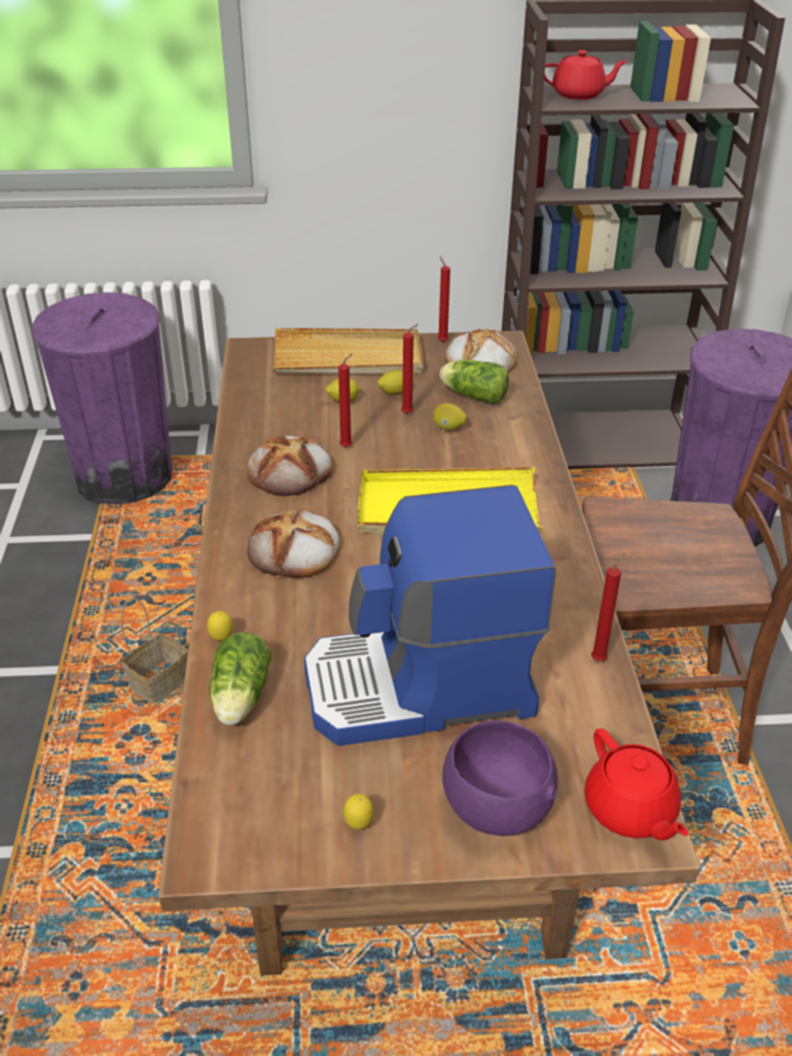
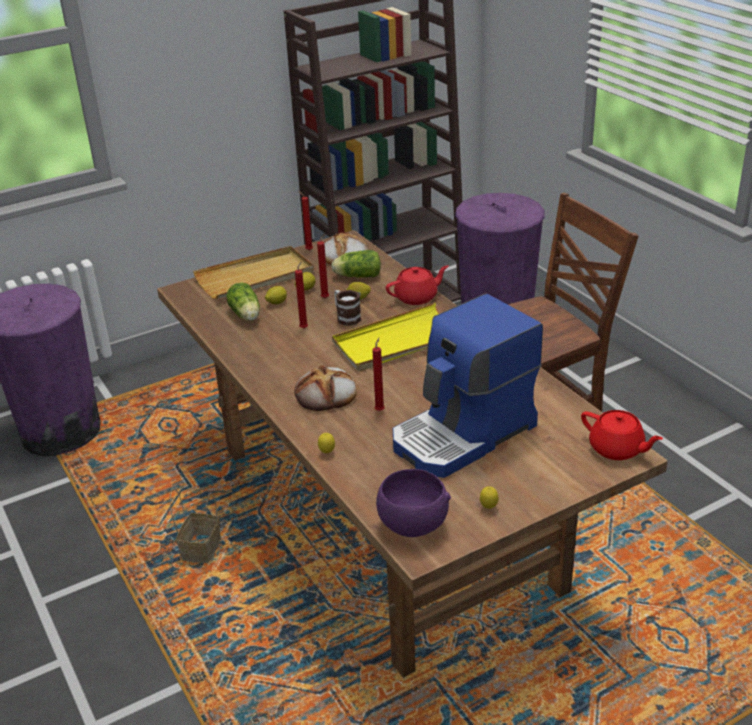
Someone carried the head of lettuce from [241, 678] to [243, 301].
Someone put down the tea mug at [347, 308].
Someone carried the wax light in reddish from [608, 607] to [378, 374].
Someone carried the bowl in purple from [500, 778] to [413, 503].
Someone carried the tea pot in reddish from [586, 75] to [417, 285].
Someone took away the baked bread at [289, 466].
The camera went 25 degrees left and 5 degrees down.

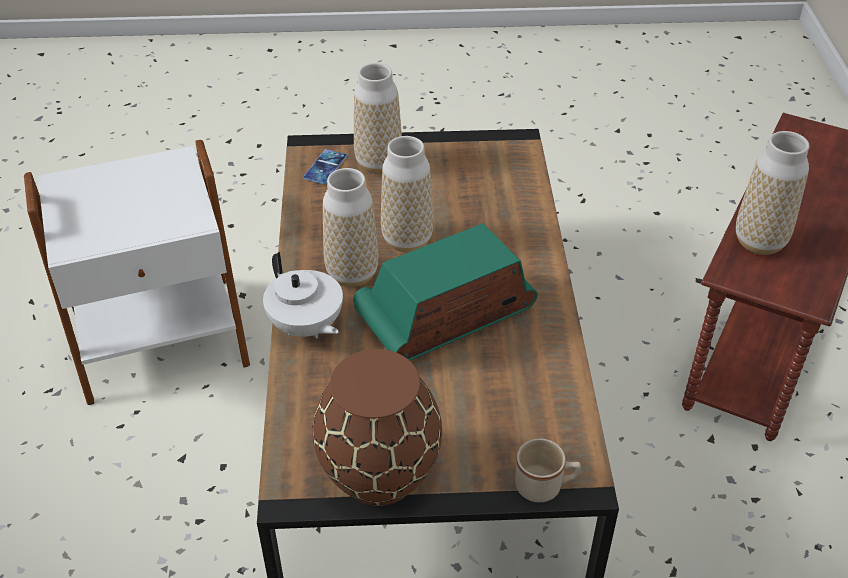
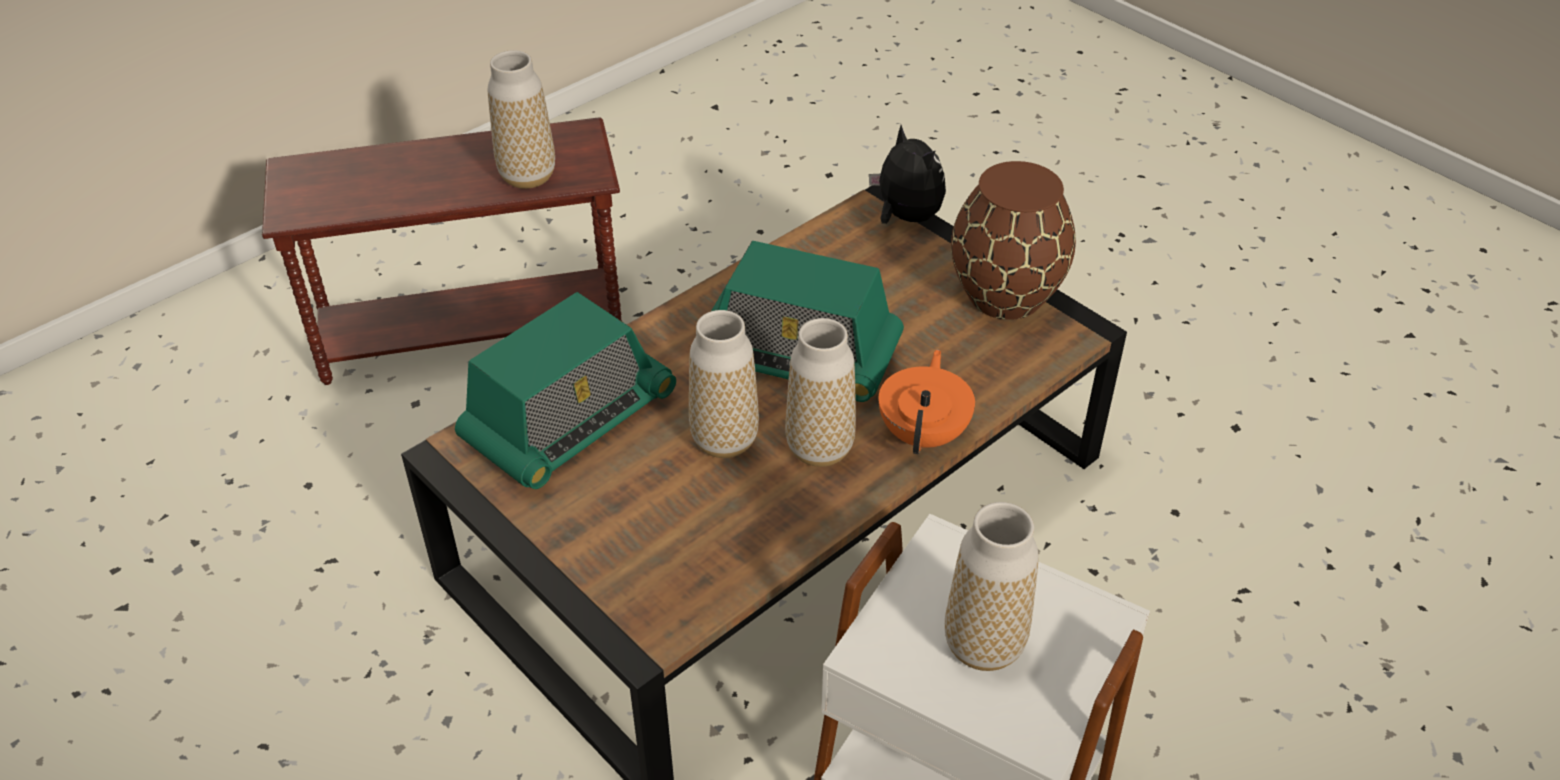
Someone put down the radio at [565, 390].
Someone swapped the tea mug in sand-coloured at [548, 470] for the plush toy at [907, 174].
Someone repainted the tea pot in whitish at [303, 295], which became the tea pot in orange-coloured at [926, 402].
Someone carried the flower vase from [378, 118] to [992, 586].
Someone took away the phone at [325, 166].
The camera went 130 degrees left and 0 degrees up.

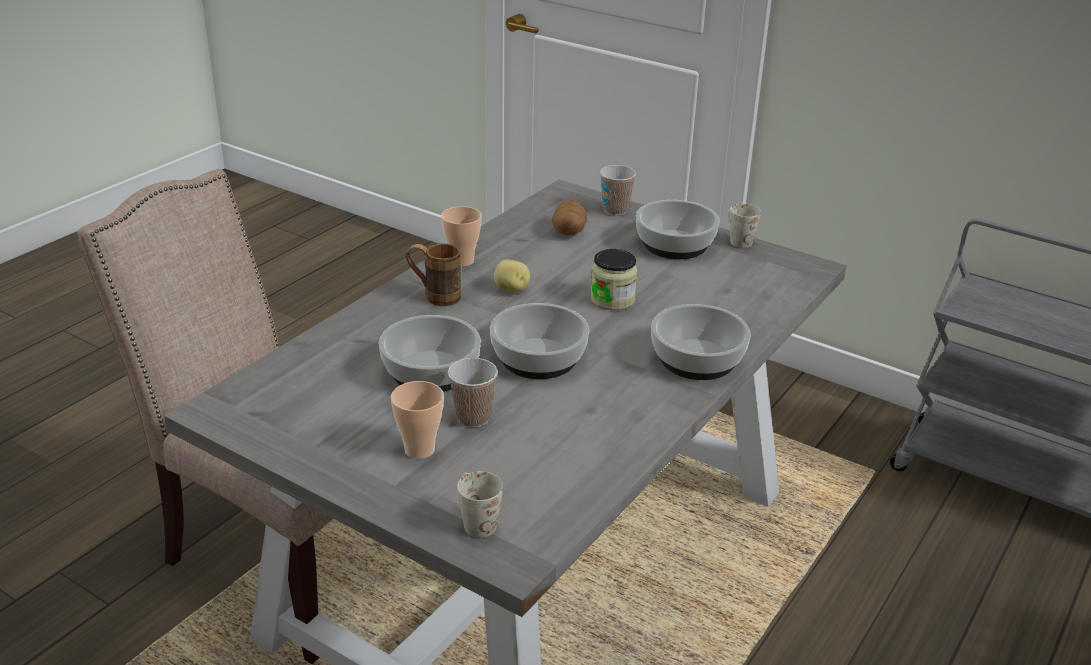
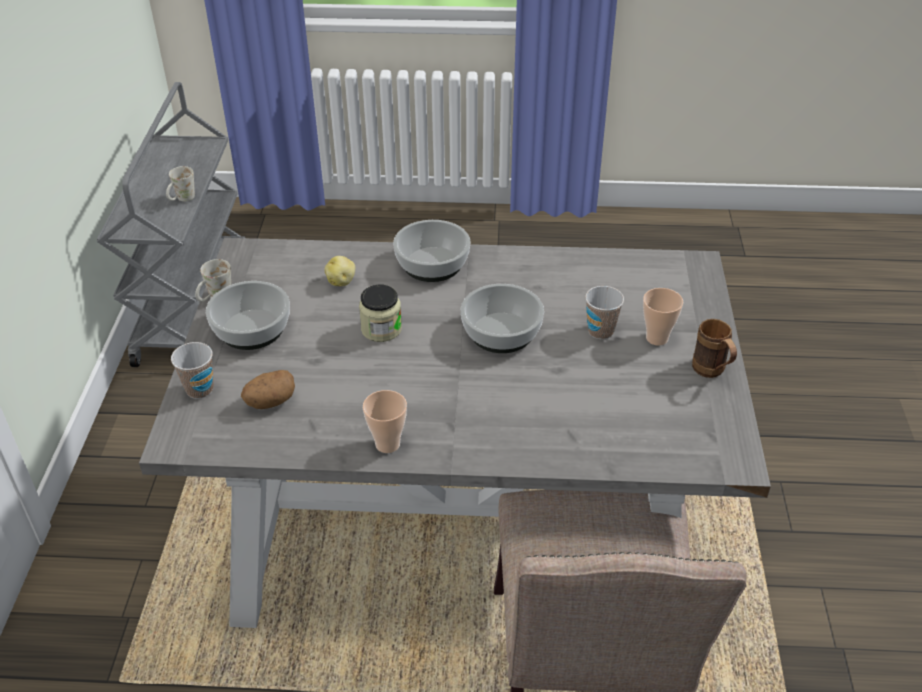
Someone carried the tea mug in whitish from [480, 504] to [180, 183].
Someone carried the potato from [512, 275] to [339, 271].
Someone carried the tea mug in brownish from [433, 274] to [714, 348].
Someone took away the bowl at [430, 353].
The camera went 120 degrees left and 10 degrees up.

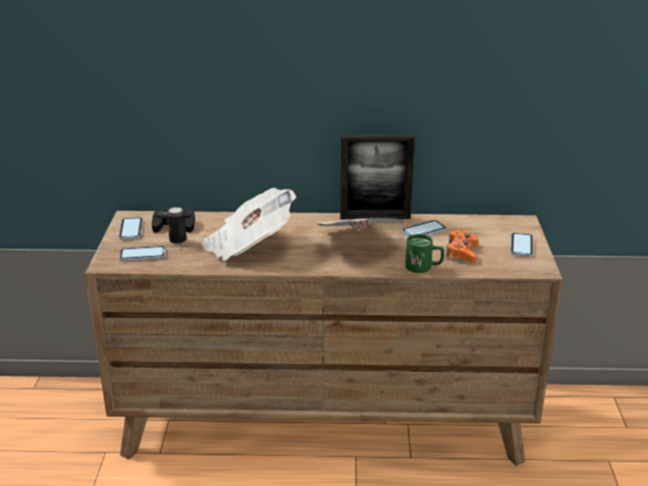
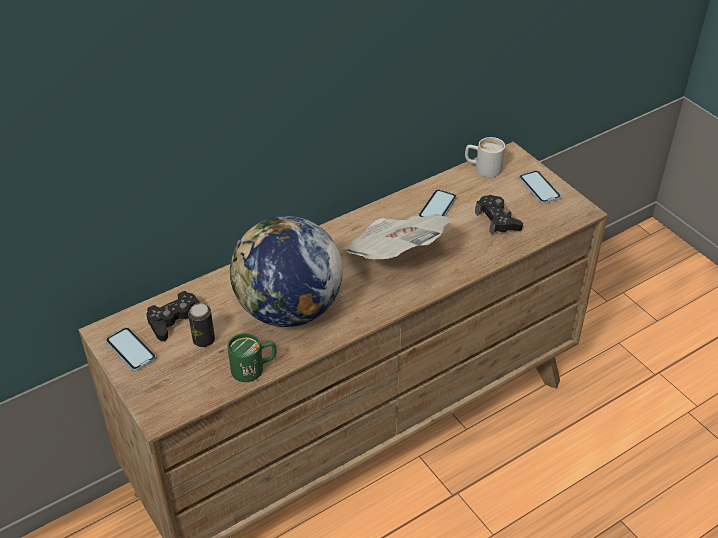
Someone carried the tea mug in green-coloured from [424, 253] to [251, 357].
Someone swapped the newspaper at [248, 224] for the desk globe at [286, 271].
Someone put down the tea mug in whitish at [485, 157].
Someone repainted the gamepad in orange-coloured at [462, 246], which became the gamepad in blackish at [499, 215].
Someone took away the phone at [142, 253].
Someone took away the standing frame at [377, 176].
The camera went 35 degrees left and 15 degrees up.

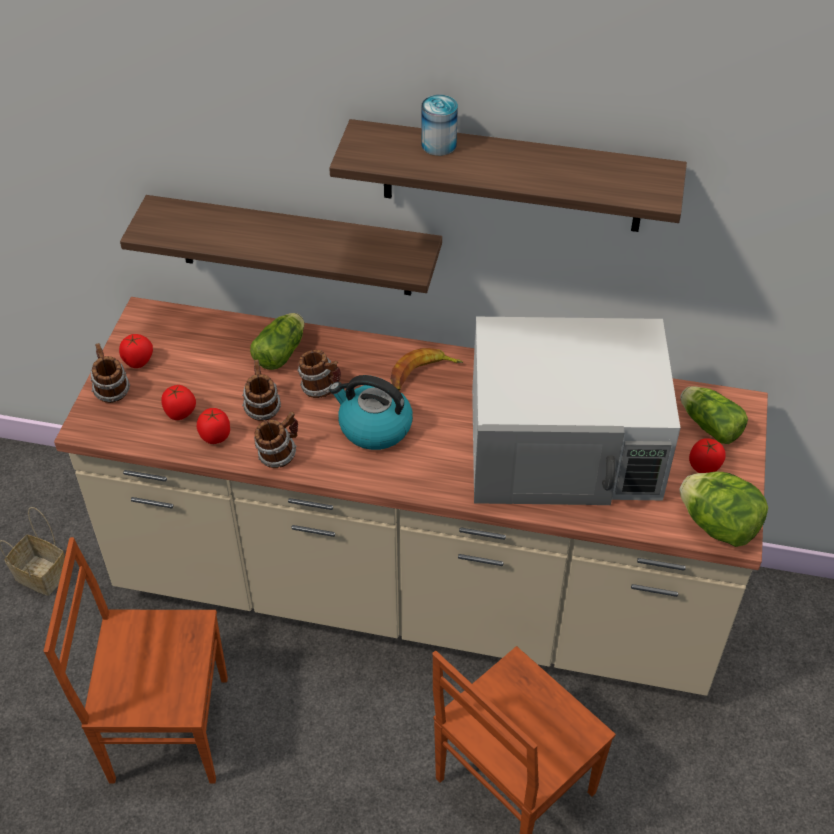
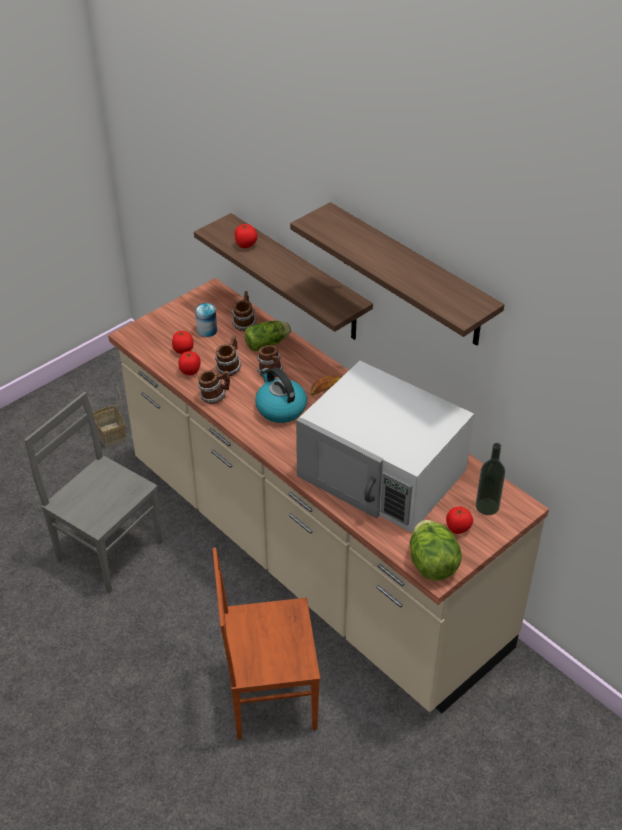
Someone repainted the plain chair in brownish at [136, 660], which became the plain chair in grey at [93, 492].
Someone carried the sealed can from [439, 125] to [206, 320].
Someone carried the tea mug from [110, 373] to [244, 311].
Someone carried the fresh tomato from [136, 351] to [246, 236].
Someone swapped the head of lettuce at [714, 415] for the beverage bottle at [490, 479].
The camera went 35 degrees right and 5 degrees down.

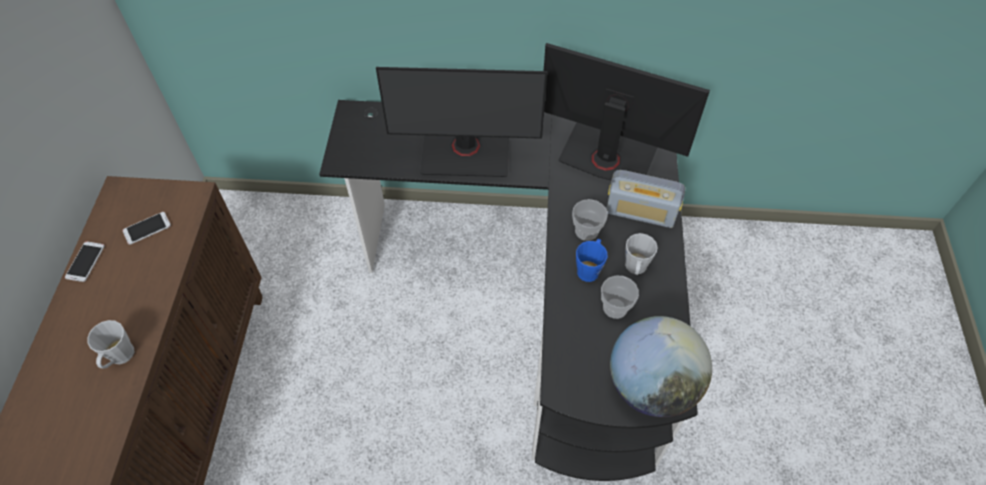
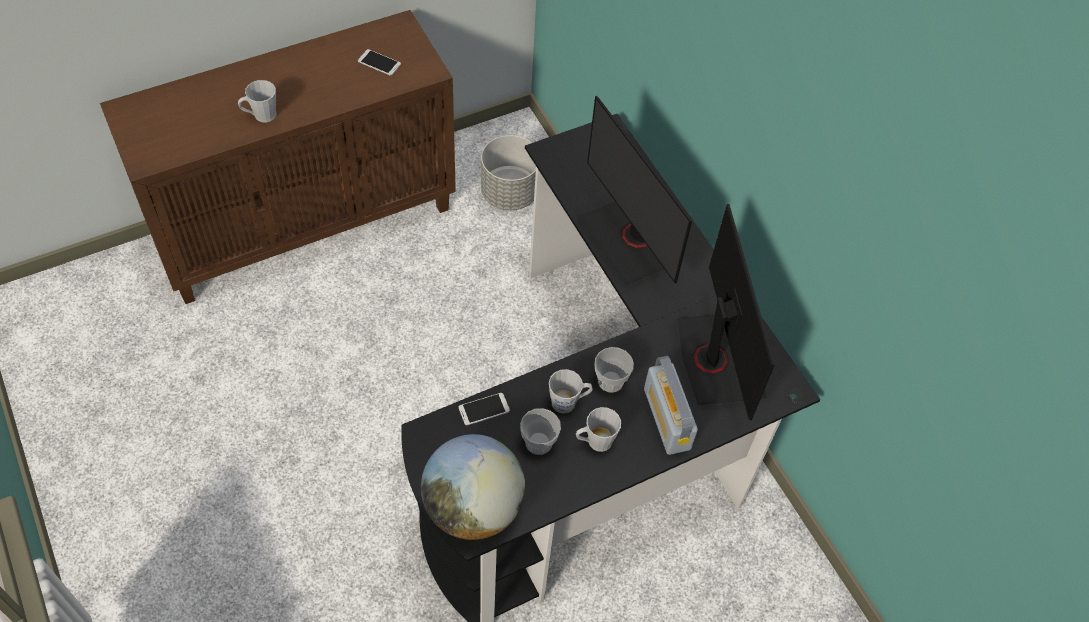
Someone carried the phone from [85, 261] to [484, 409].
Someone put down the planter in grey at [508, 172].
Someone repainted the tea mug in bluish at [591, 260], which became the tea mug in grey at [571, 391].
The camera went 55 degrees right and 0 degrees up.

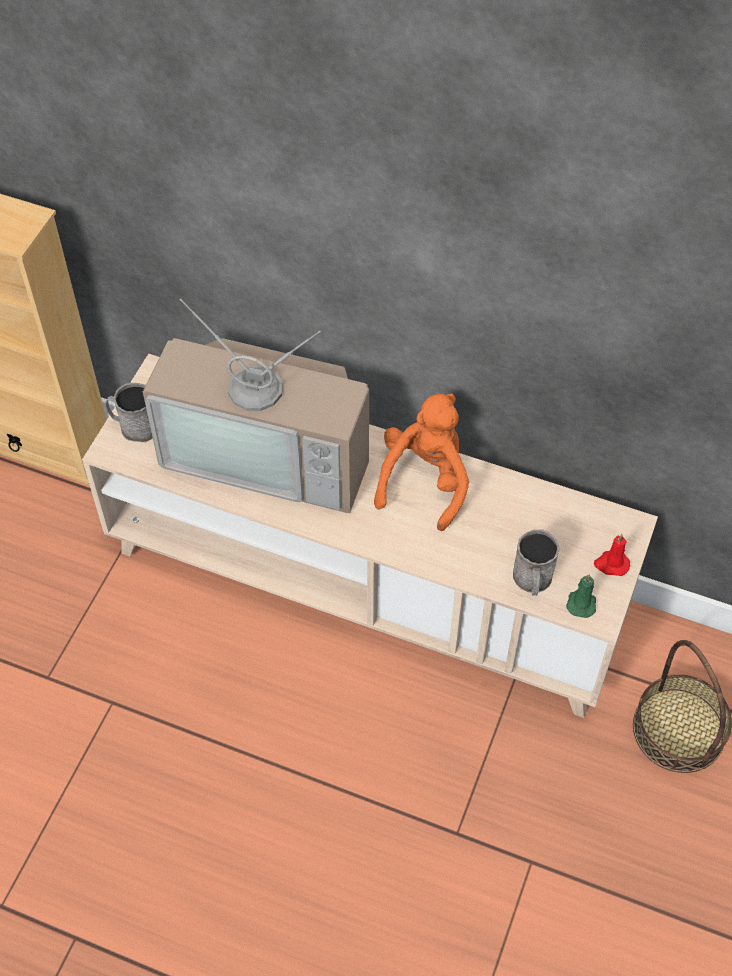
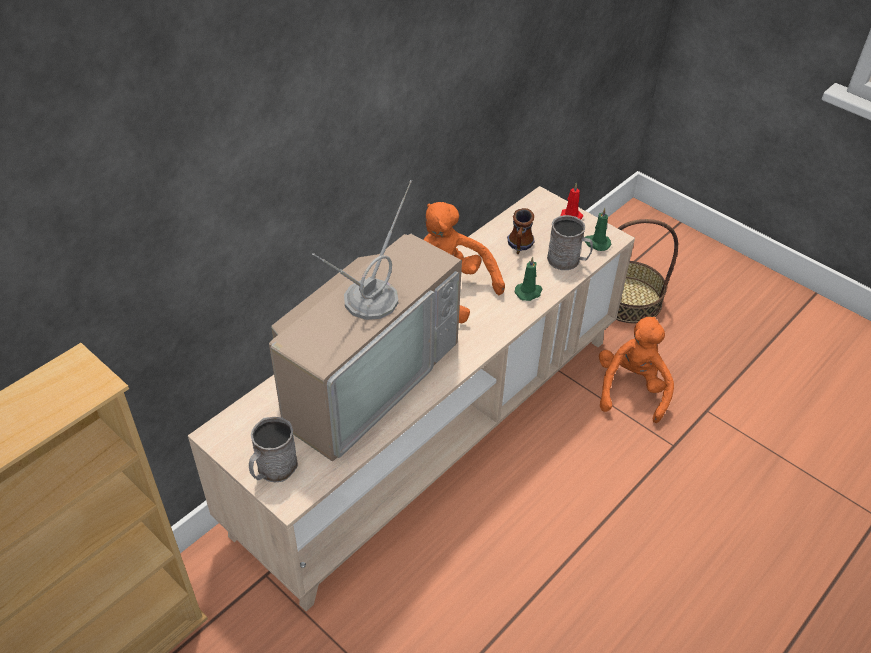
Someone put down the tea mug at [521, 231].
Someone put down the wax light in green-coloured at [529, 279].
Someone put down the plush toy in orange-coloured at [636, 370].
The camera went 70 degrees left and 10 degrees down.

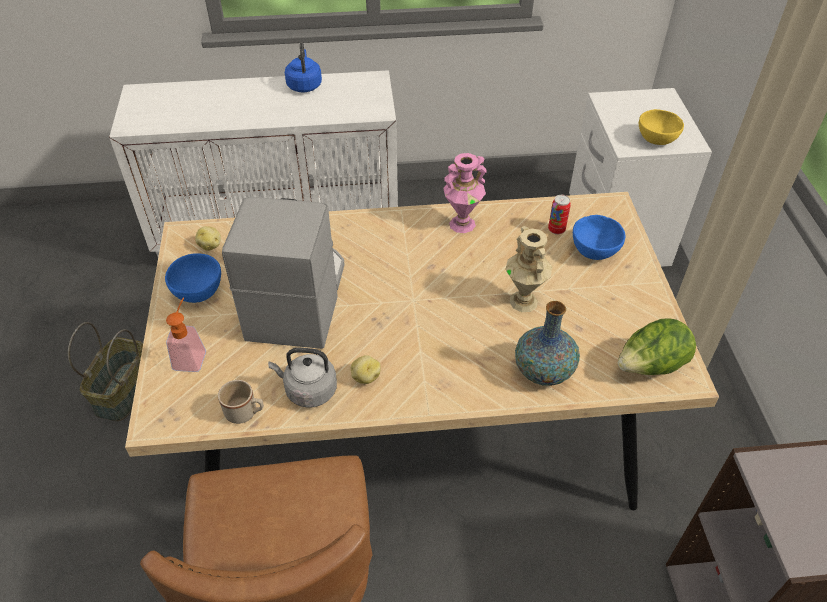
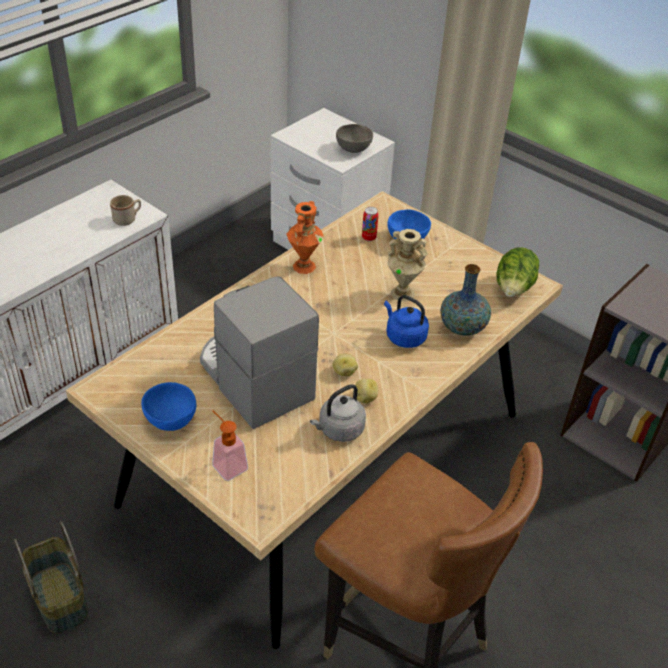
Someone carried the tea mug in sand-coloured from [241, 402] to [125, 210].
Someone repainted the flower vase in pinkish at [464, 193], which became the flower vase in orange-coloured at [305, 237].
Someone carried the potato from [208, 238] to [345, 364].
Someone repainted the bowl in yellowish at [661, 127], which became the bowl in grey at [354, 138].
Someone carried the water kettle in bluish from [303, 67] to [406, 321].
The camera went 45 degrees left and 5 degrees down.

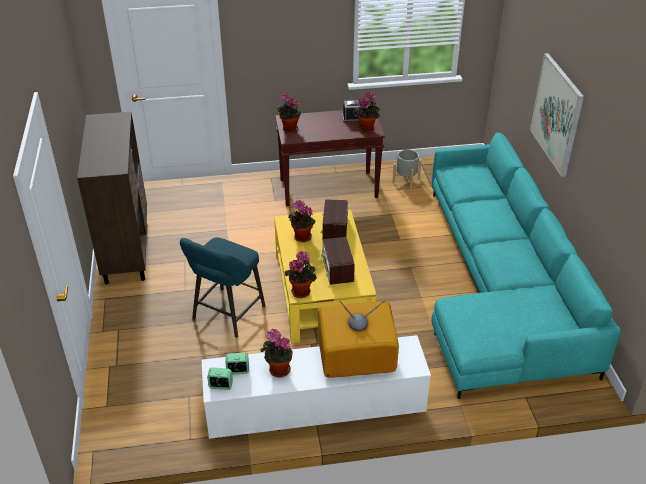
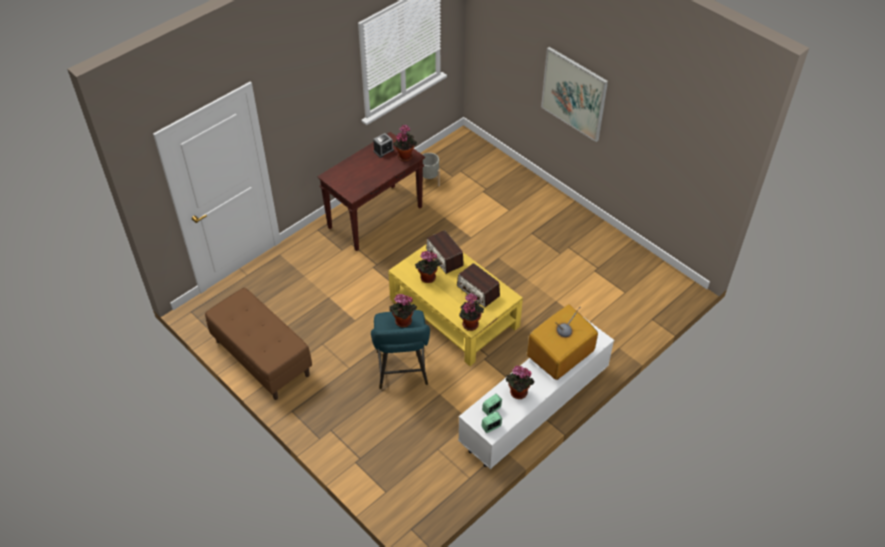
Someone swapped the storage cabinet in brownish at [112, 198] for the bench in brownish at [258, 343].
Someone carried the houseplant from [289, 113] to [403, 310].
Someone took away the sofa in turquoise at [526, 265].
The camera went 35 degrees left and 10 degrees up.

